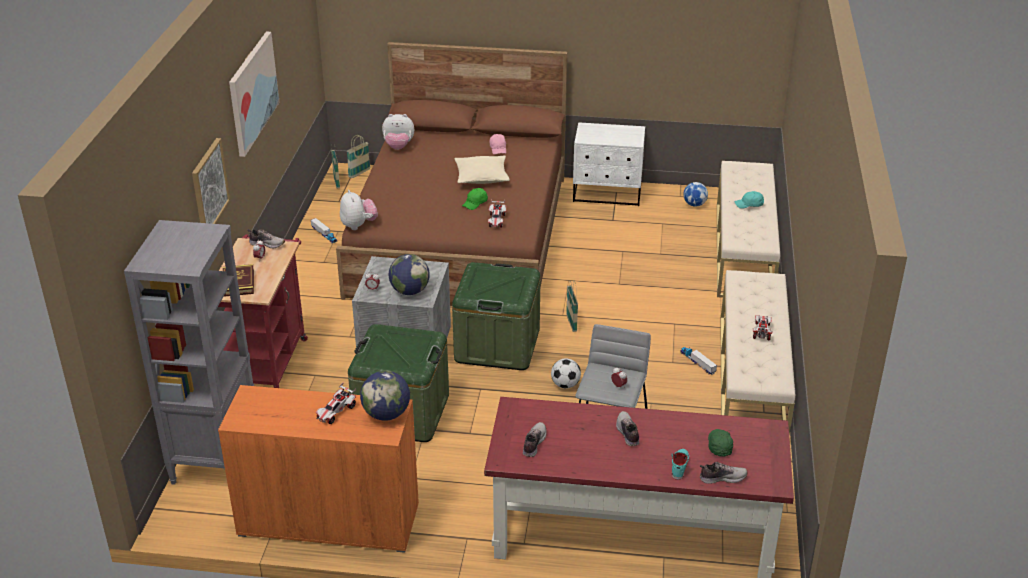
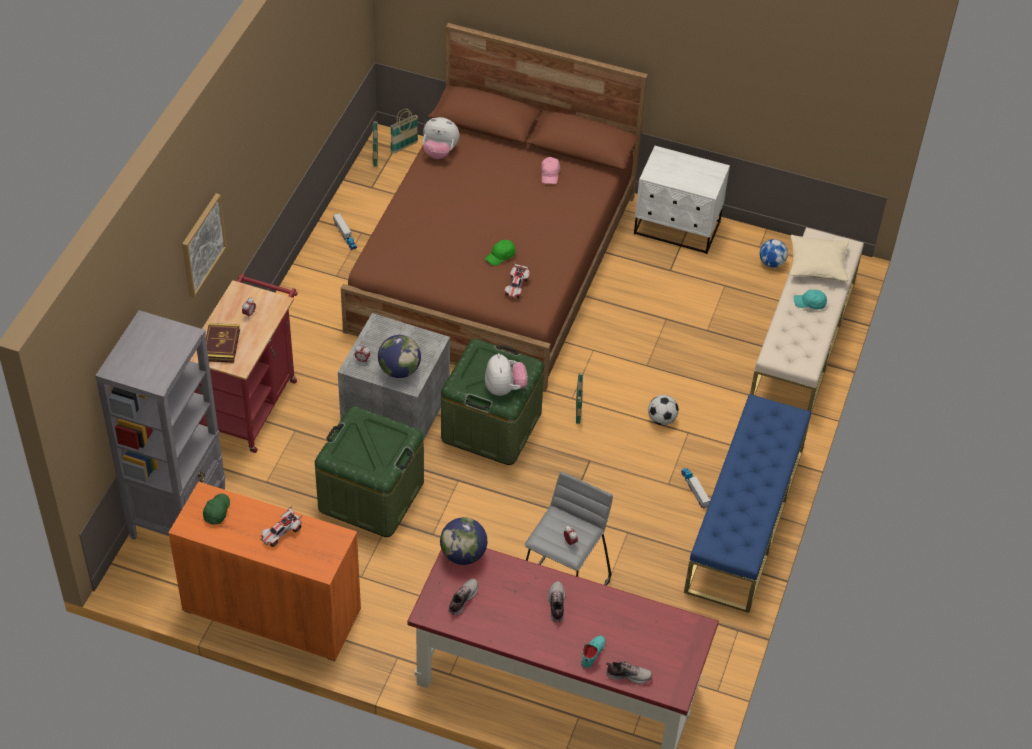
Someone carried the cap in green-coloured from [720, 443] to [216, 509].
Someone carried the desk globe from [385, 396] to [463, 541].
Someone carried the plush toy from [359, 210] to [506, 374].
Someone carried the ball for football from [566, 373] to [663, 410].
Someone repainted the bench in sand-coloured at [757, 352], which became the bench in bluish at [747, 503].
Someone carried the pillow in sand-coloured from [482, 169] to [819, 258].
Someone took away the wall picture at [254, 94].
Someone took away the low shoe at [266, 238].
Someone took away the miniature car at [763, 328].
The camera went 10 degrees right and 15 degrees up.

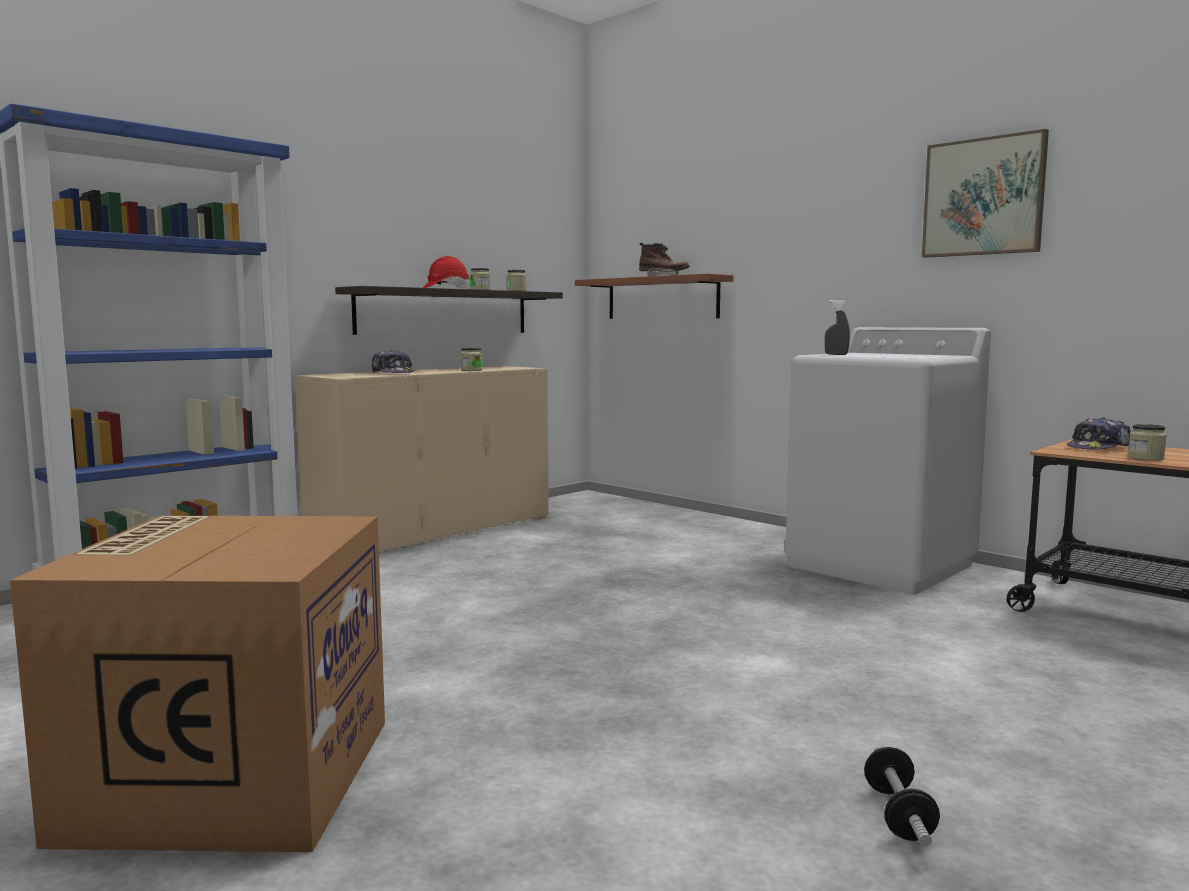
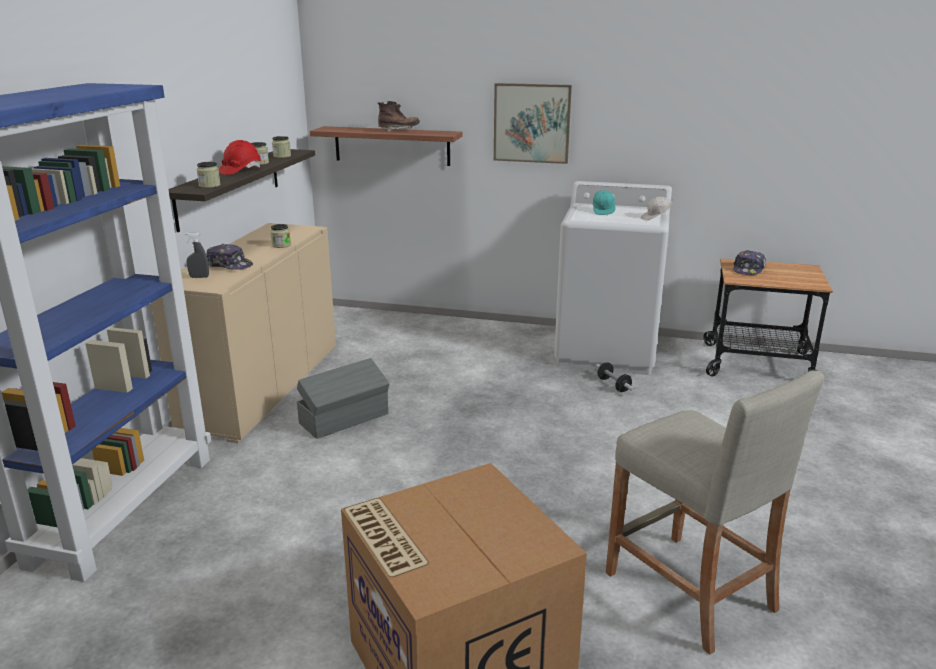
Someone carried the spray bottle in grey from [837, 327] to [197, 255].
Someone carried the jar from [1147, 442] to [209, 175].
Someone put down the storage box in grey at [343, 398].
Someone carried the wall picture from [985, 193] to [533, 123].
Someone put down the cap in turquoise at [604, 202].
Someone carried the free weight from [902, 796] to [615, 377].
Someone put down the sitting stool in sand-coloured at [715, 512].
Someone put down the cap in whitish at [657, 208].
The camera went 30 degrees left and 15 degrees up.

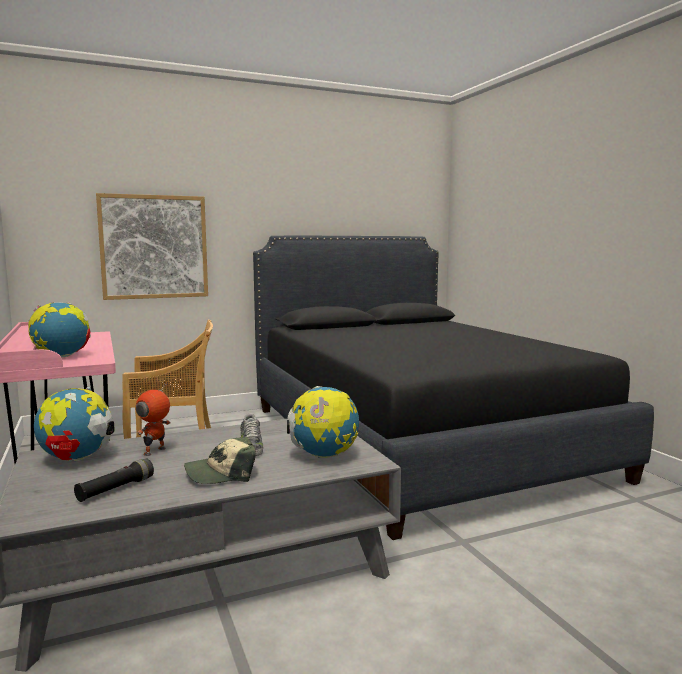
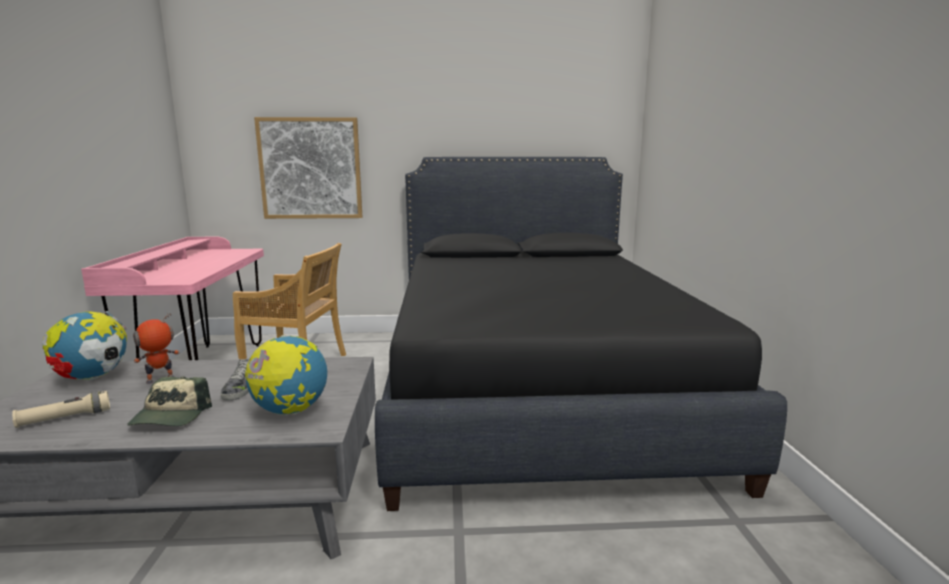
Someone repainted the torch in blackish at [114, 480], which became the torch in sand-coloured at [61, 409].
Someone rotated the cap at [220, 460] by 90 degrees counterclockwise.
Someone took away the desk globe at [59, 329].
The camera went 20 degrees right and 5 degrees up.

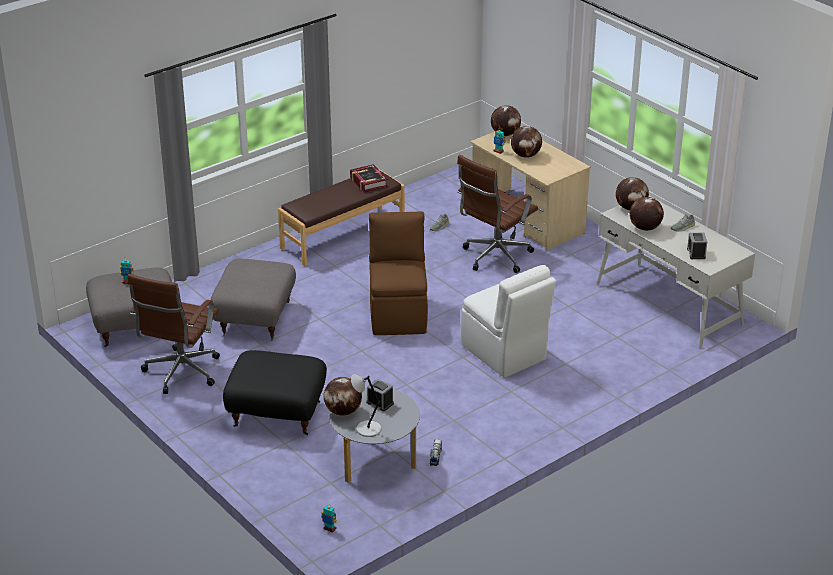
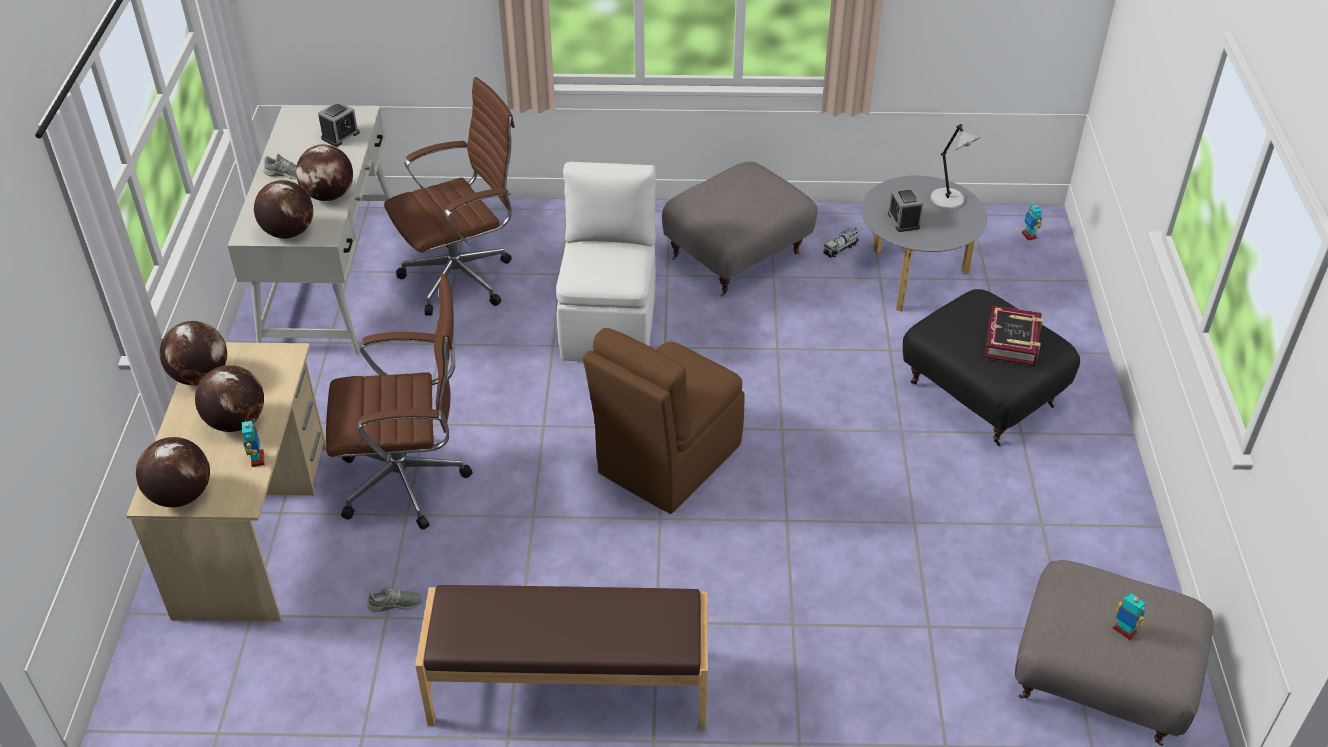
Someone carried the desk globe from [343, 396] to [193, 353].
Someone carried the computer chair in brownish from [174, 334] to [449, 196].
Someone carried the pouffe in grey from [253, 300] to [740, 229].
Someone carried the volume from [369, 178] to [1013, 335].
The camera went 140 degrees left and 10 degrees up.

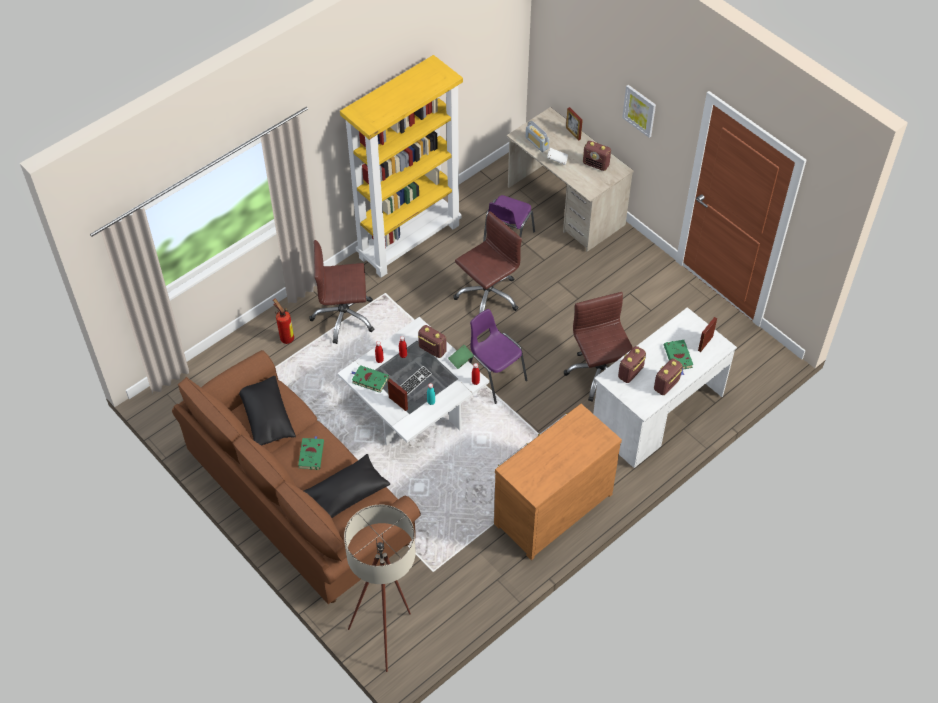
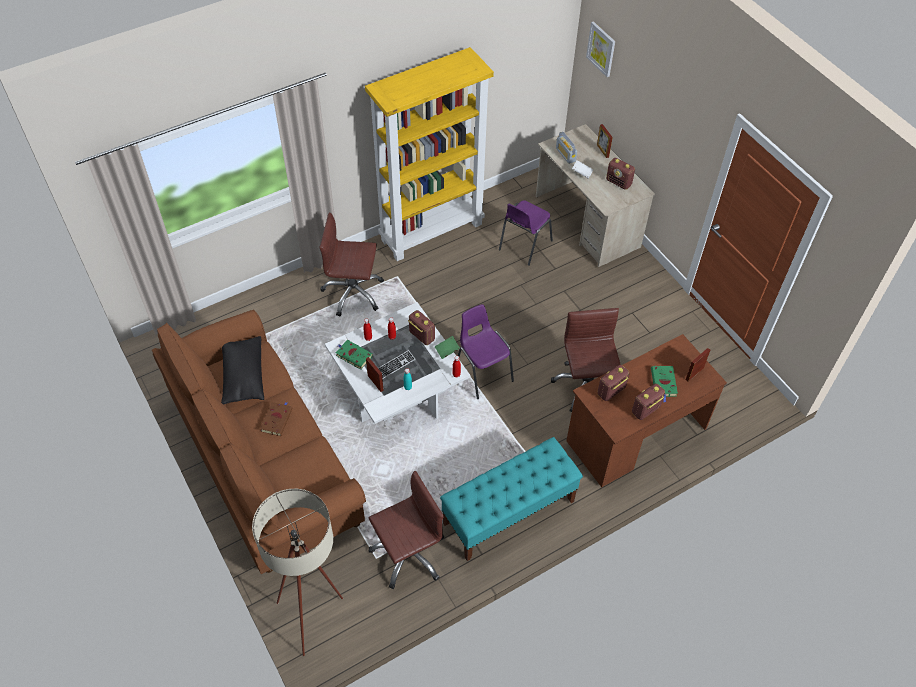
Someone repainted the volume in green-coloured at [311, 453], which became the volume in brownish at [276, 419].
Someone carried the computer chair in brownish from [487, 262] to [406, 530].
Someone swapped the dresser in brownish at [558, 482] for the bench in turquoise at [511, 499].
Someone repainted the desk in whitish at [665, 387], which became the desk in brownish at [646, 410].
Someone carried the wall picture from [639, 111] to [600, 49].
Someone took away the extinguisher at [283, 321].
Someone took away the pillow in blackish at [347, 486].
The camera went 10 degrees right and 0 degrees up.

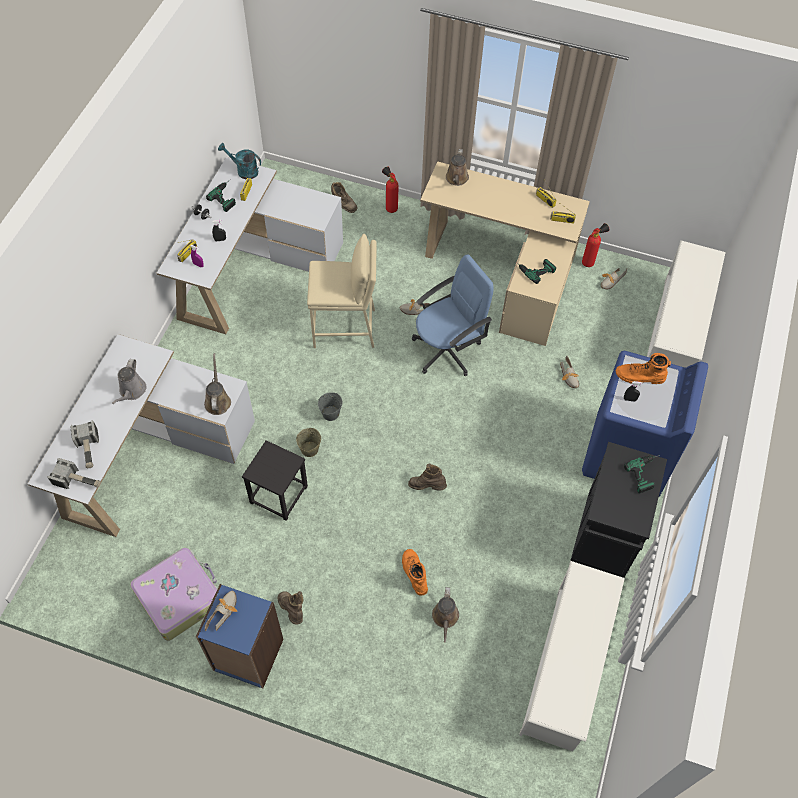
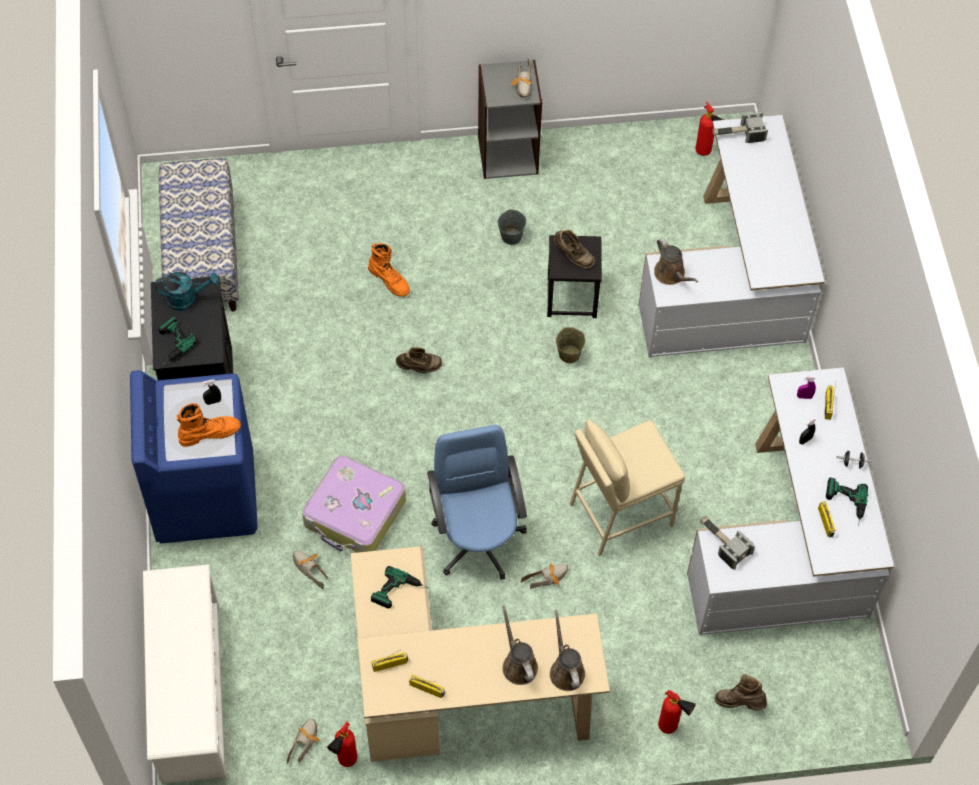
Someone carried the sprinkling can in turquoise from [239, 161] to [187, 291].
Someone swapped the shoe stand in whitish at [572, 656] for the bench at [199, 235].
Someone carried the piece of luggage from [174, 594] to [354, 504].
Someone rotated the computer chair in bluish at [453, 315] by 135 degrees clockwise.
Someone repainted the shelving unit in bluish at [239, 636], which became the shelving unit in grey at [510, 119].
Someone carried the pail in grey from [330, 407] to [512, 227].
Someone carried the sprinkling can in brownish from [445, 615] to [520, 645].
Someone carried the boot in brownish from [290, 608] to [574, 249].
Someone put down the extinguisher at [709, 129].
Someone carried the tool hammer from [85, 444] to [727, 543].
Someone took away the sprinkling can in grey at [129, 381].
The camera went 155 degrees right and 0 degrees up.

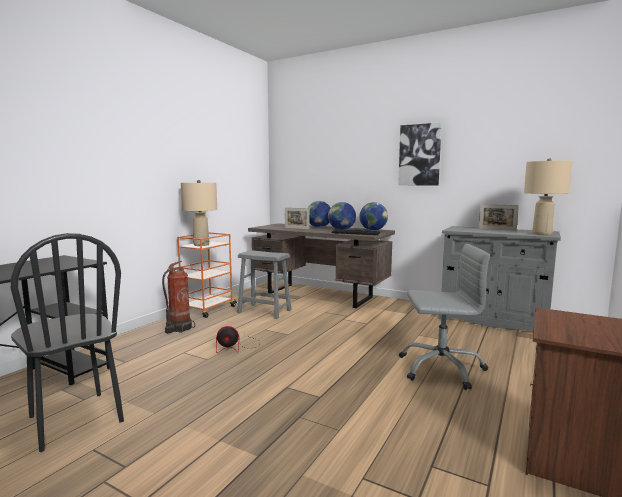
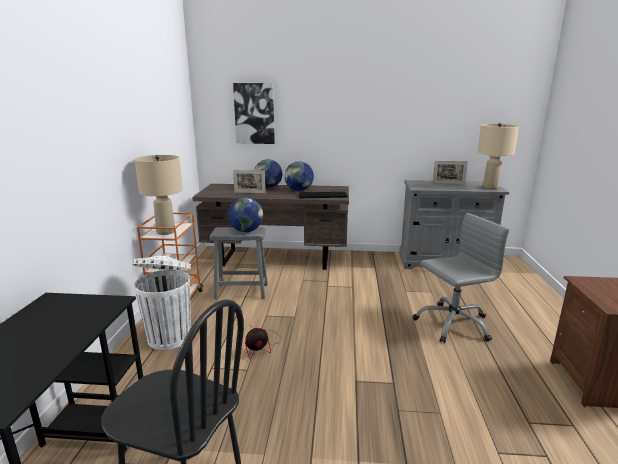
Someone swapped the extinguisher at [178, 297] for the waste bin in whitish at [161, 303].
Someone carried the desk globe from [374, 216] to [245, 214].
Someone carried the wall picture from [420, 154] to [254, 113].
The camera went 25 degrees left and 10 degrees up.

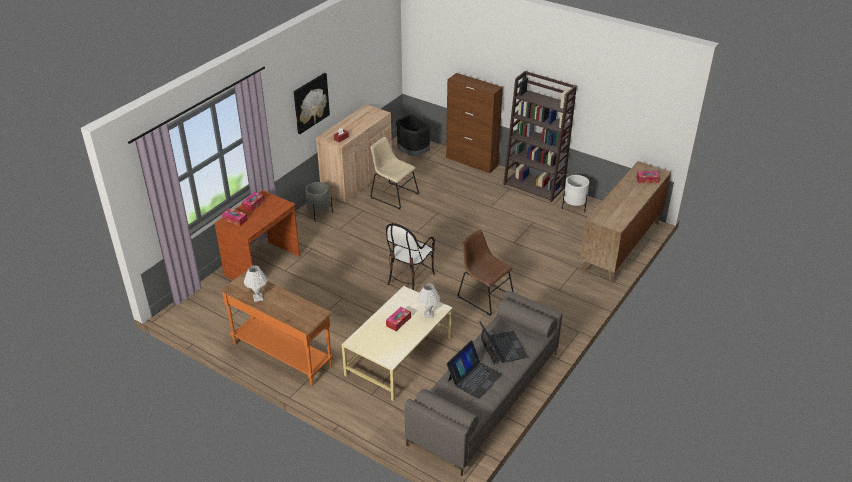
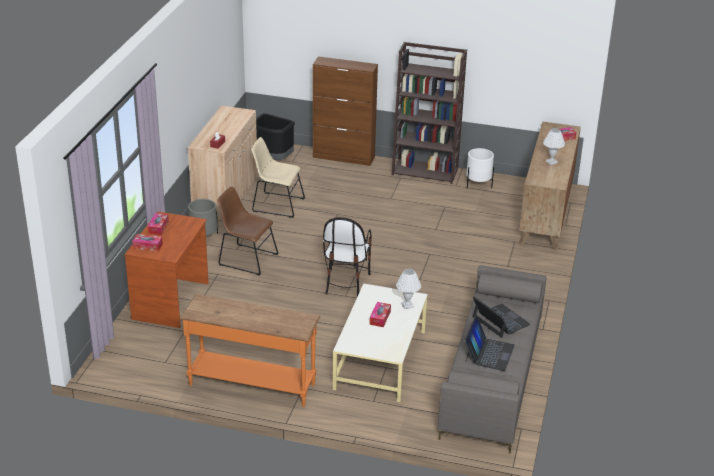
Someone carried the plain chair in brownish from [486, 273] to [247, 231].
Someone carried the tabletop lamp in whitish from [255, 283] to [554, 146].
Someone took away the wall picture at [312, 103].
The camera went 20 degrees left and 5 degrees down.

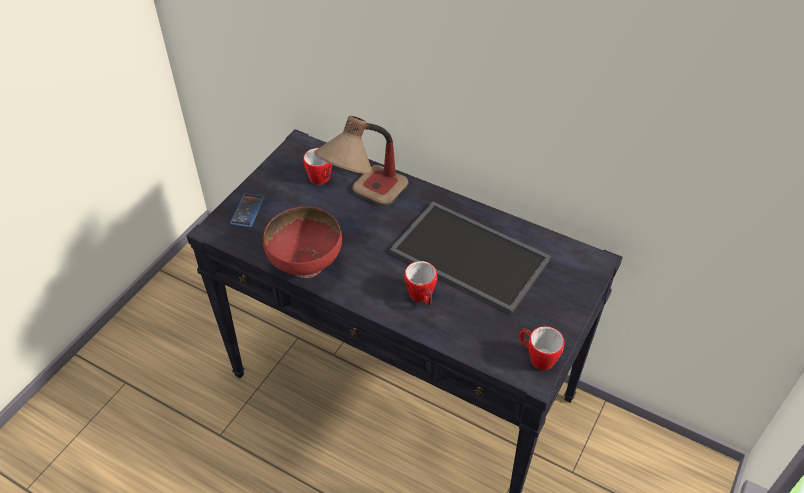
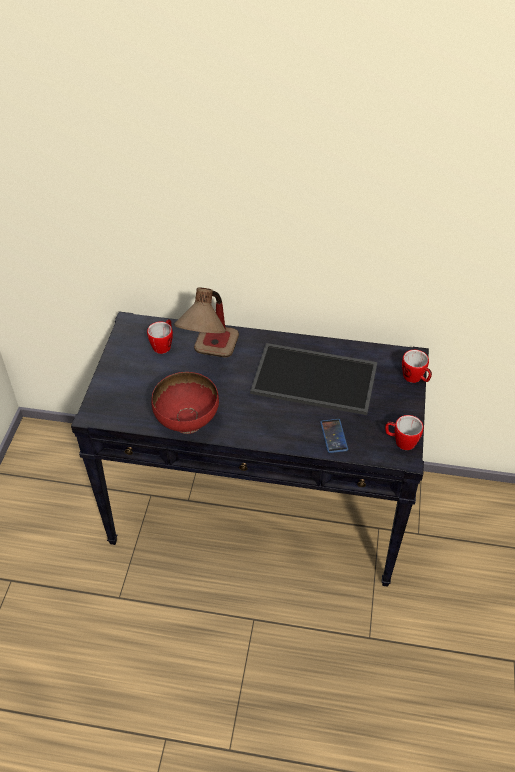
Someone carried the phone from [247, 210] to [334, 436].
Someone carried the tea mug from [420, 283] to [417, 366].
The camera went 20 degrees left and 0 degrees up.

